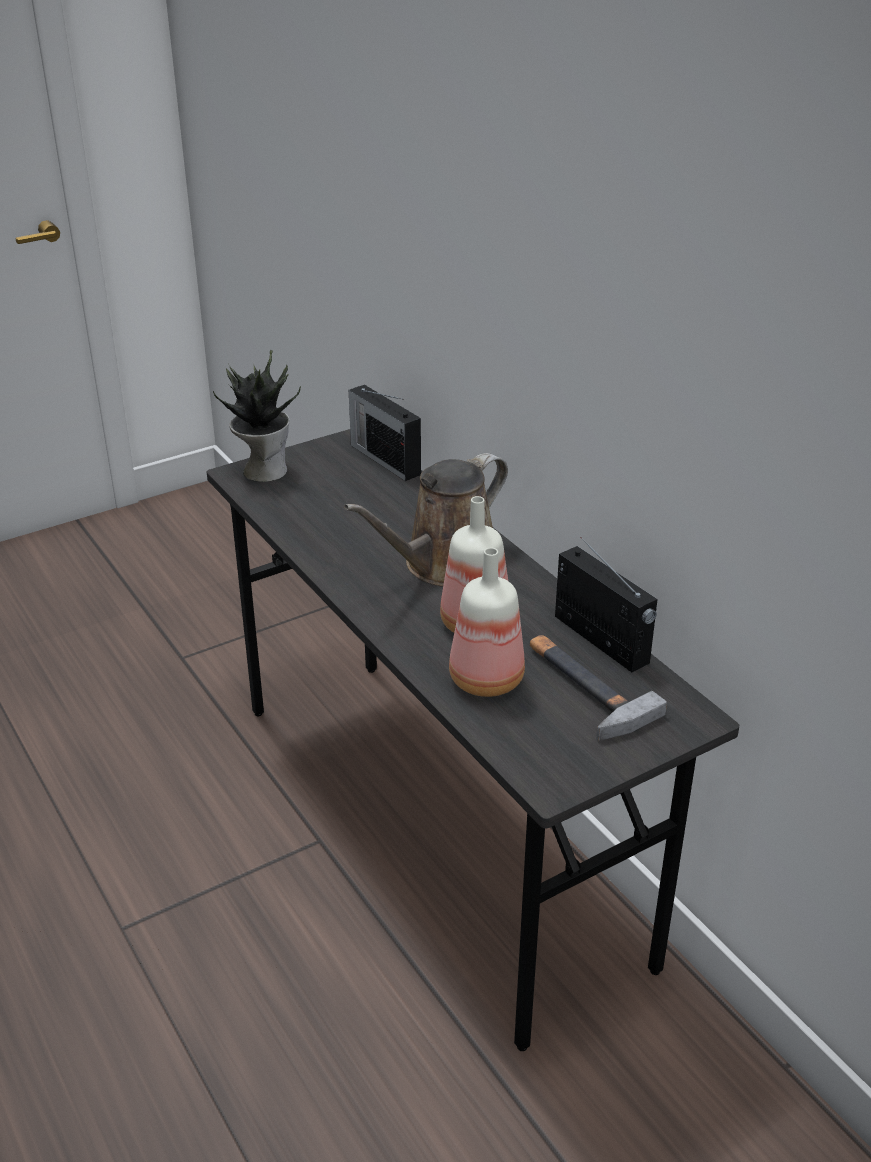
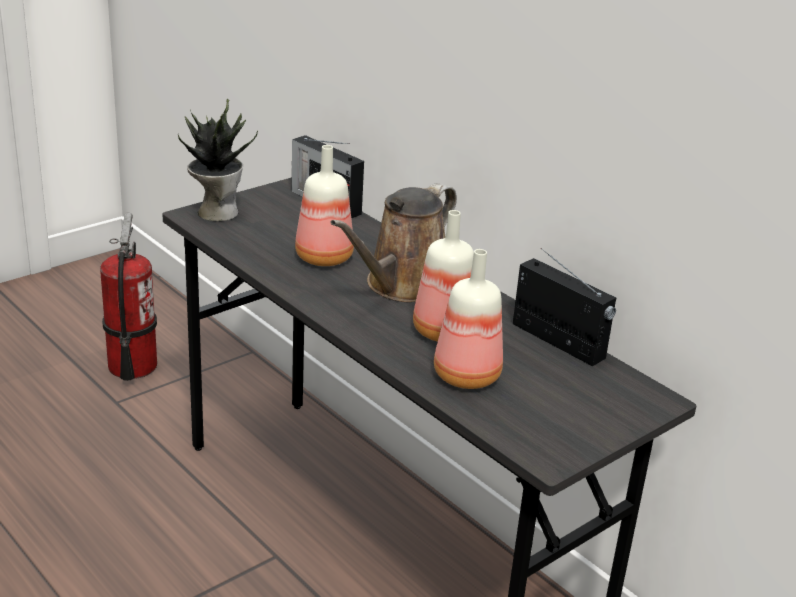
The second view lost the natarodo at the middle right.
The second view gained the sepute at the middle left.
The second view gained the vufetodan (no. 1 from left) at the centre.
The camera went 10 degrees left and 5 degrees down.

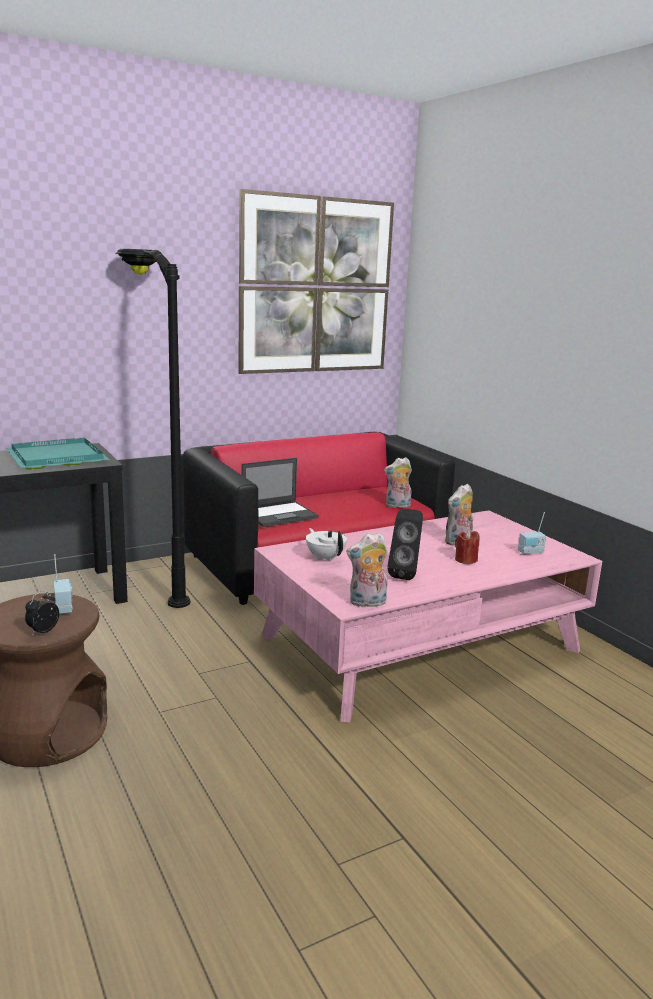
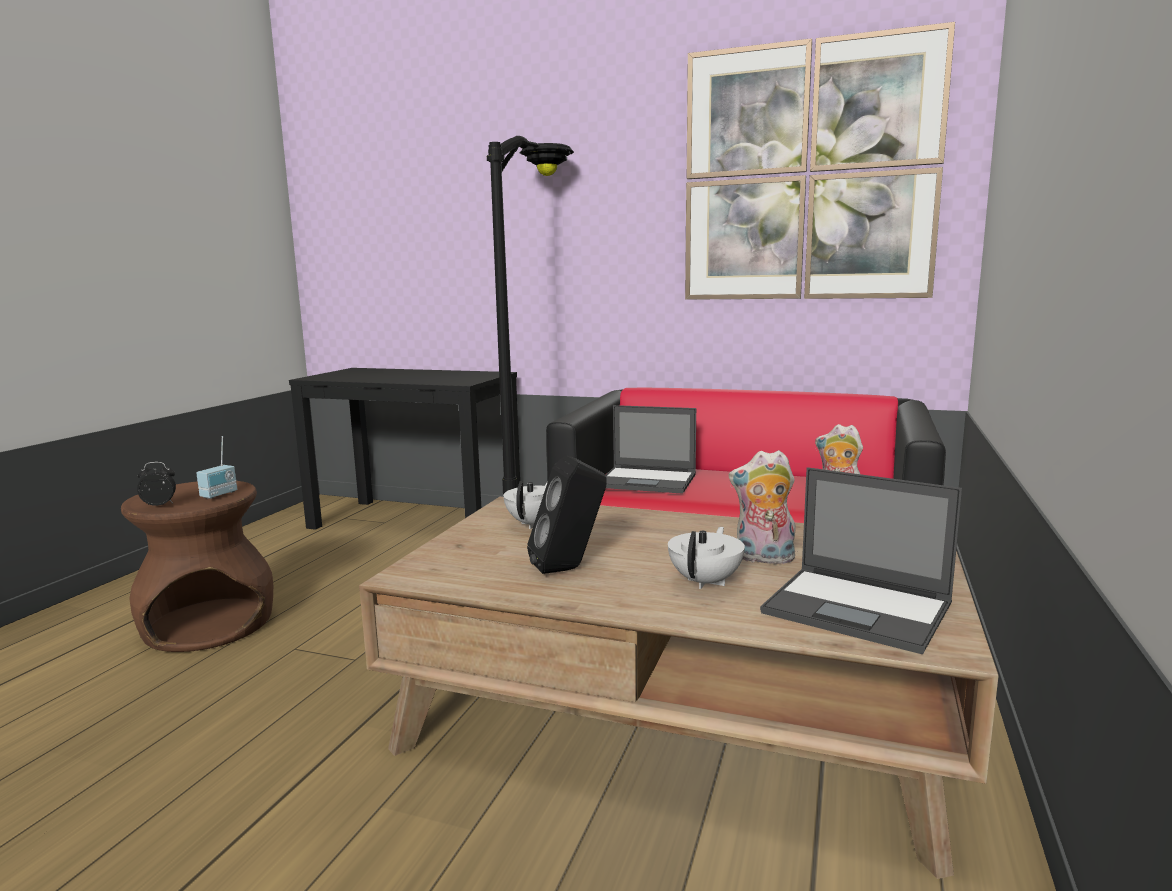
The second view lost the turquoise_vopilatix at the middle left.
The second view lost the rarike (no. 1 from left) at the centre.
Where the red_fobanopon stood at the middle right, the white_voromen (no. 2 from left) came to stand at the centre.
Where the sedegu (no. 2 from left) stood at the middle right, the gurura (no. 2 from left) came to stand at the middle right.
What was the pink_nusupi at the centre turned into the brown_nusupi at the bottom centre.
The camera went 50 degrees right and 5 degrees down.

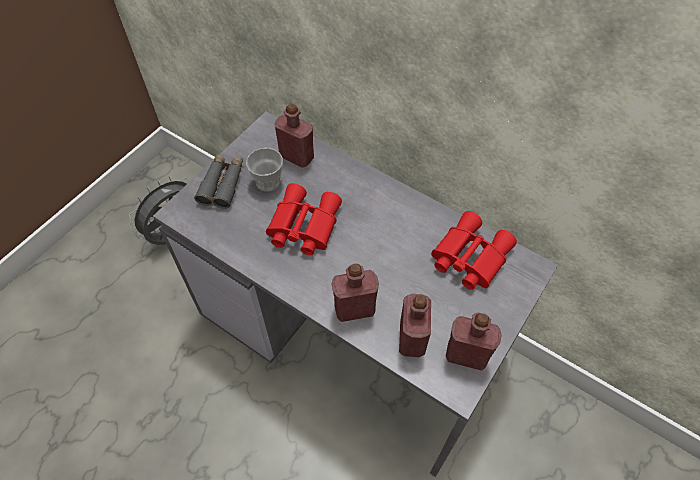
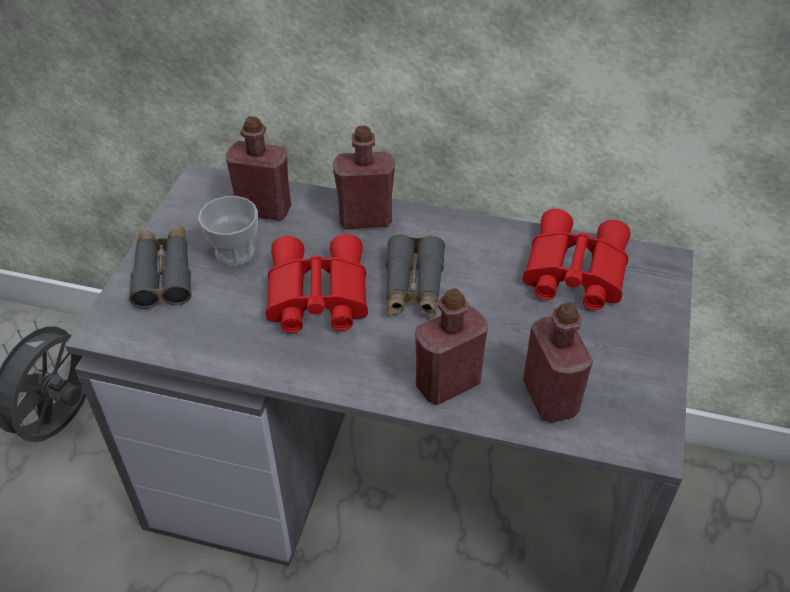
The second view gained the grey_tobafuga (no. 2 from left) at the centre.
The red_vufetodan (no. 4 from left in the first image) ended up elsewhere, having gone from the bottom right to the top centre.
The camera went 20 degrees left and 10 degrees down.

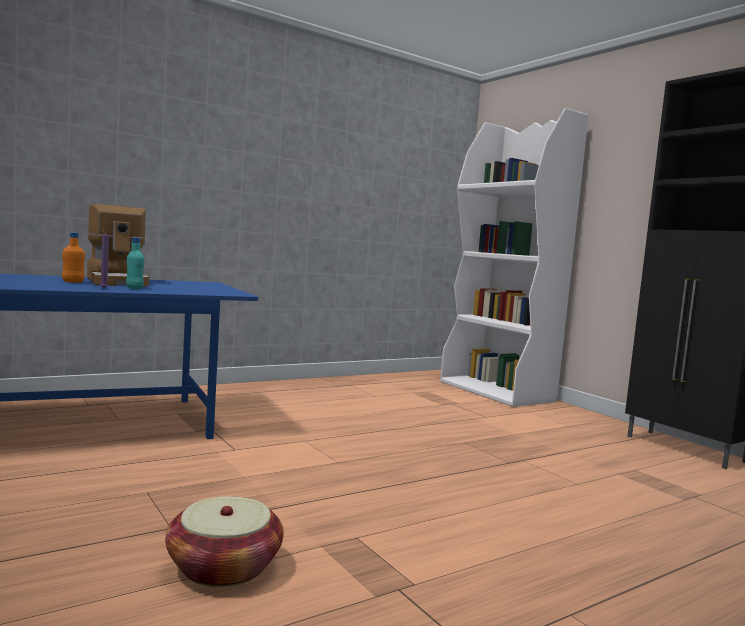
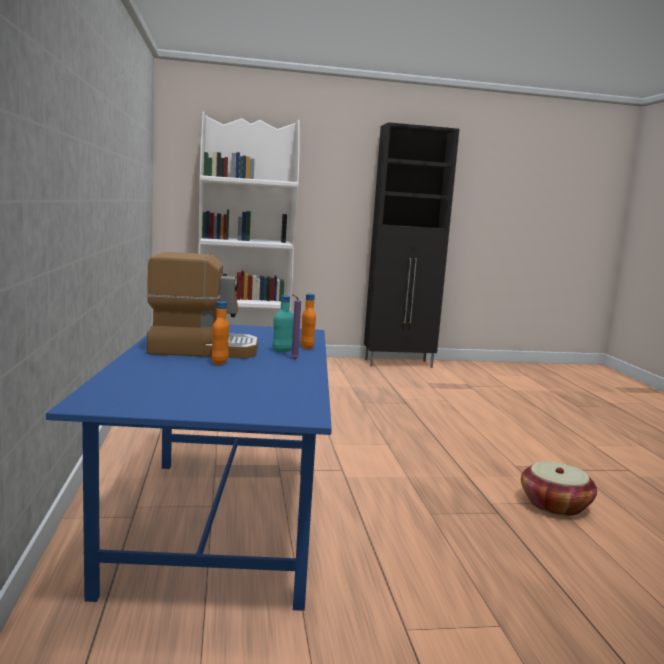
The second view gained the orange_vufetodan (no. 2 from left) at the centre.
The camera went 65 degrees left and 5 degrees up.

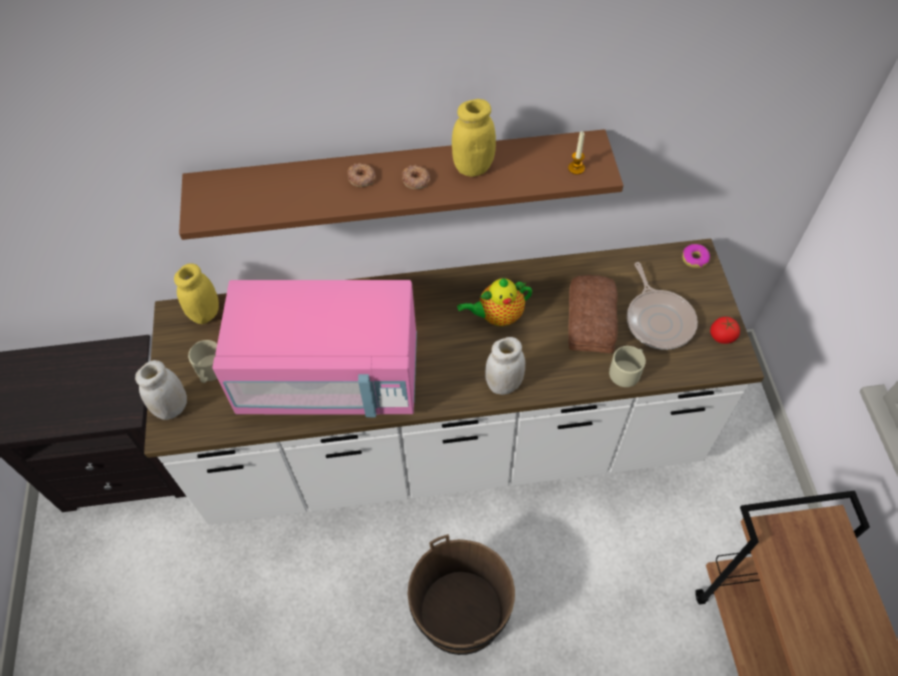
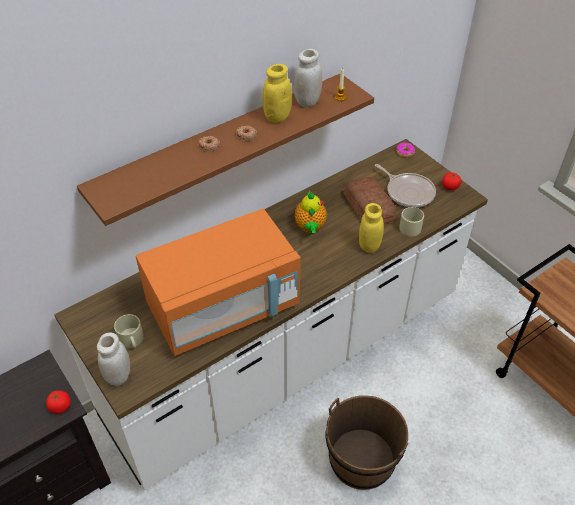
The second view gained the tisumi (no. 1 from left) at the bottom left.
The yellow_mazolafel (no. 1 from left in the first image) ended up elsewhere, having gone from the middle left to the centre.
The white_mazolafel (no. 2 from left) ended up elsewhere, having gone from the centre to the top centre.
What was the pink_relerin at the centre turned into the orange_relerin at the centre.
The voromen at the centre ended up facing another way, 45 degrees counterclockwise from before.
The camera went 30 degrees left and 10 degrees down.

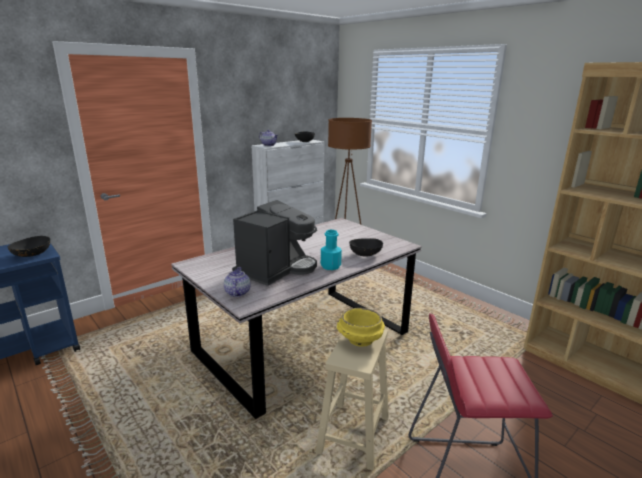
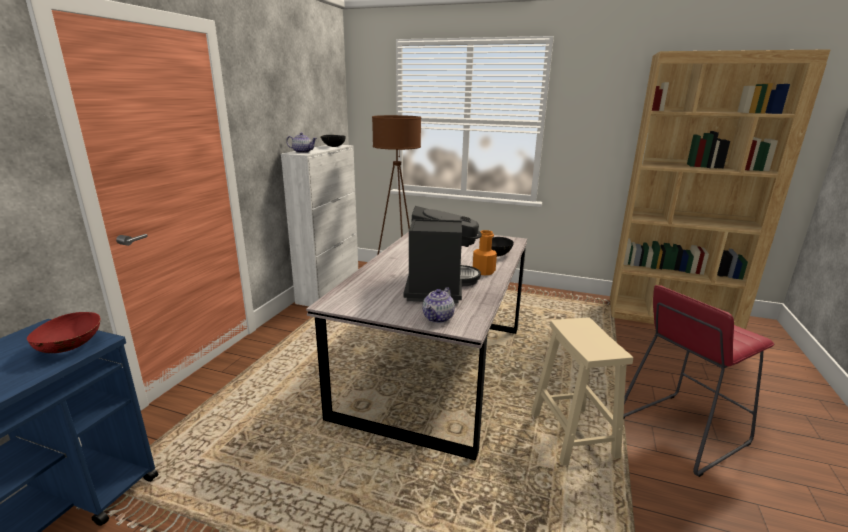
The second view lost the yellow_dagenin at the bottom centre.
What was the black_dagenin (no. 1 from left) at the middle left turned into the red_dagenin at the middle left.
What was the turquoise_vufetodan at the centre turned into the orange_vufetodan at the centre.
The voromen (no. 1 from left in the first image) at the centre ended up facing another way, 120 degrees counterclockwise from before.
The camera went 30 degrees left and 0 degrees up.

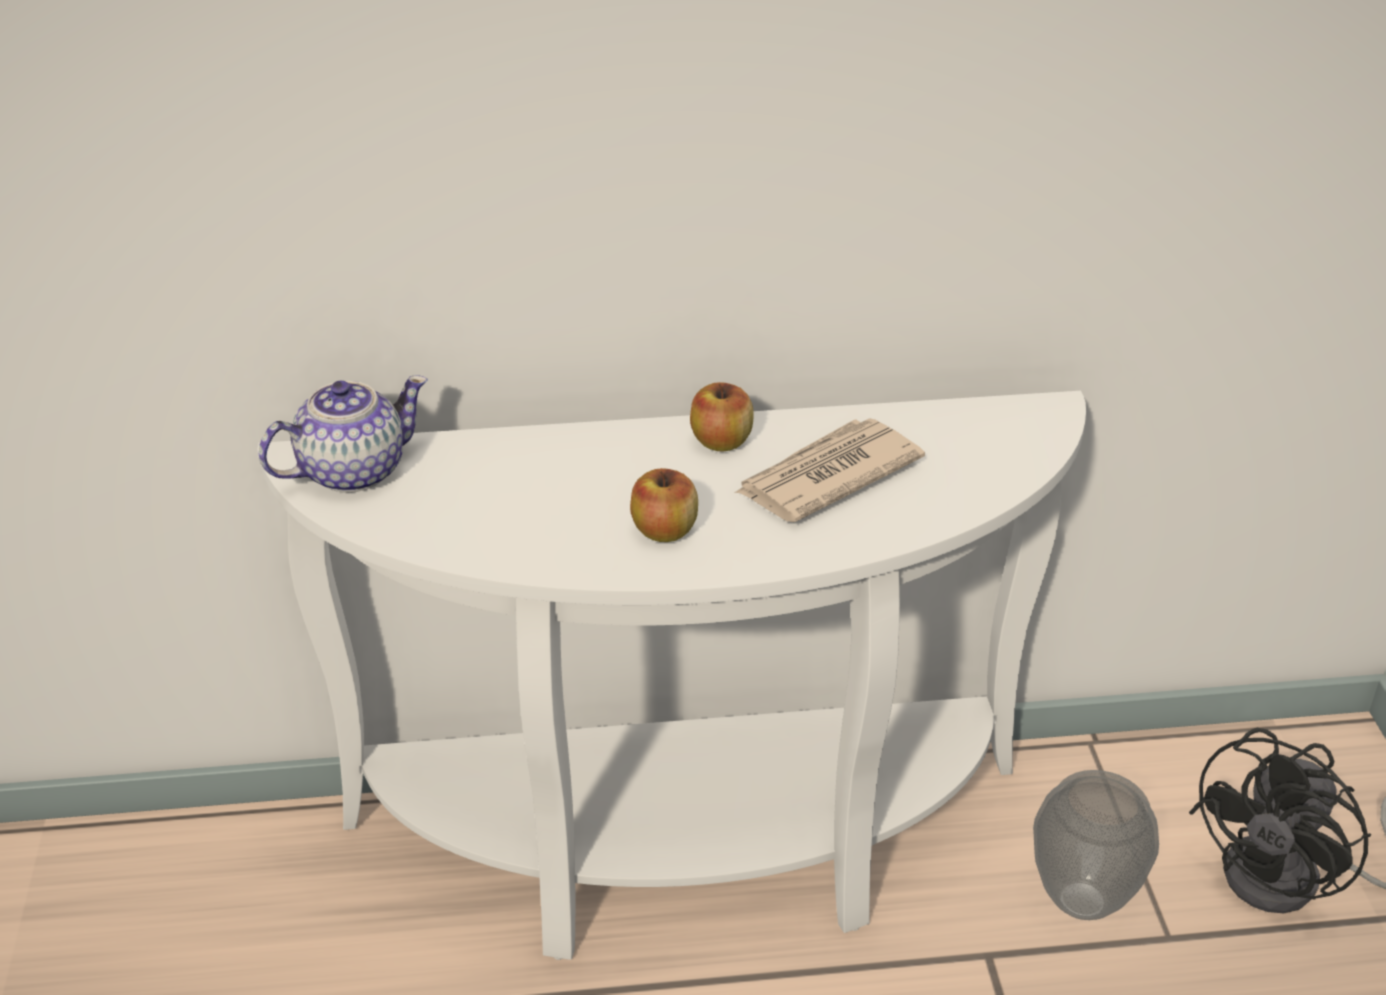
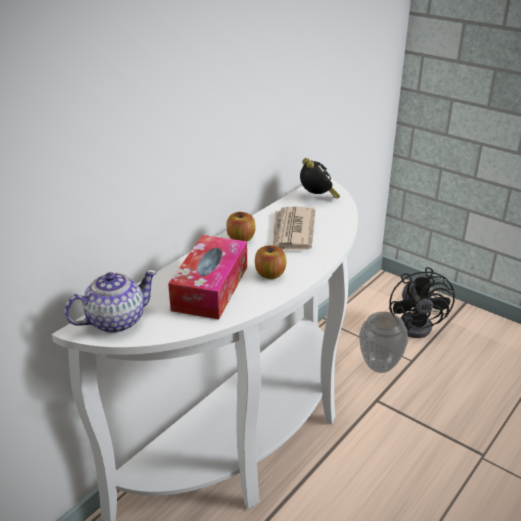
The second view gained the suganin at the centre.
The second view gained the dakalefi at the centre.
The voromen at the middle left ended up facing another way, 45 degrees clockwise from before.
The camera went 45 degrees left and 5 degrees down.

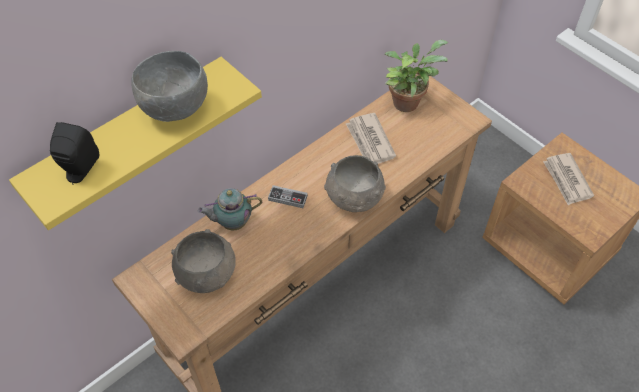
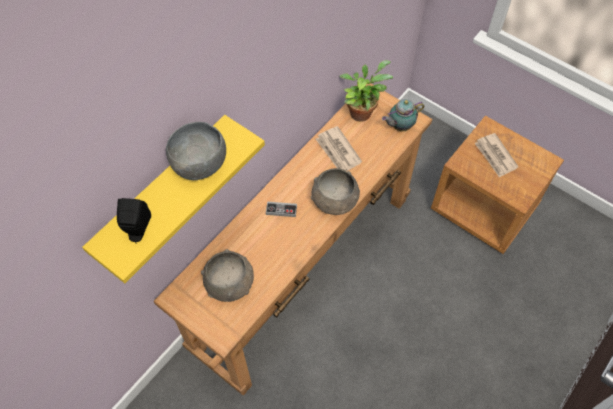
The voromen ended up elsewhere, having gone from the centre to the top centre.
The camera went 10 degrees left and 5 degrees up.

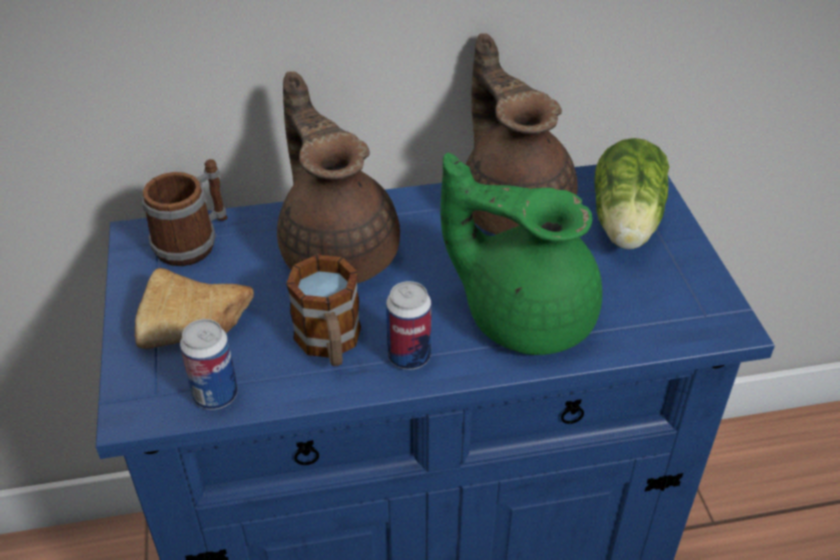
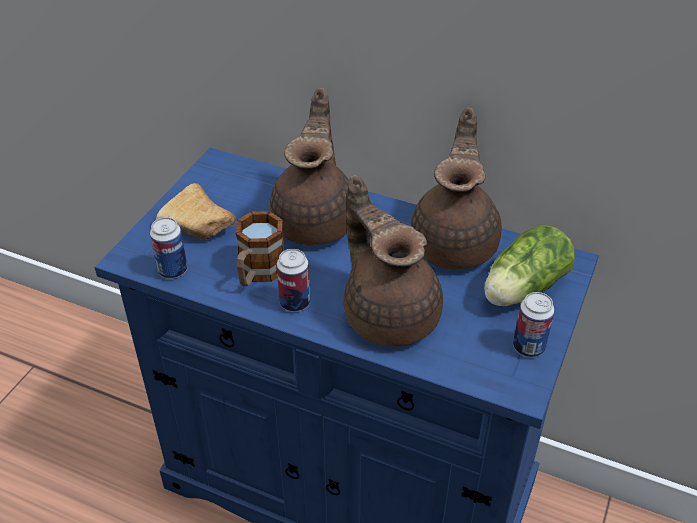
The second view lost the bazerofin (no. 1 from left) at the middle left.
The second view gained the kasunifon (no. 3 from left) at the middle right.
What was the green_voromen at the centre turned into the brown_voromen (no. 2 from left) at the centre.
The camera went 35 degrees right and 0 degrees up.

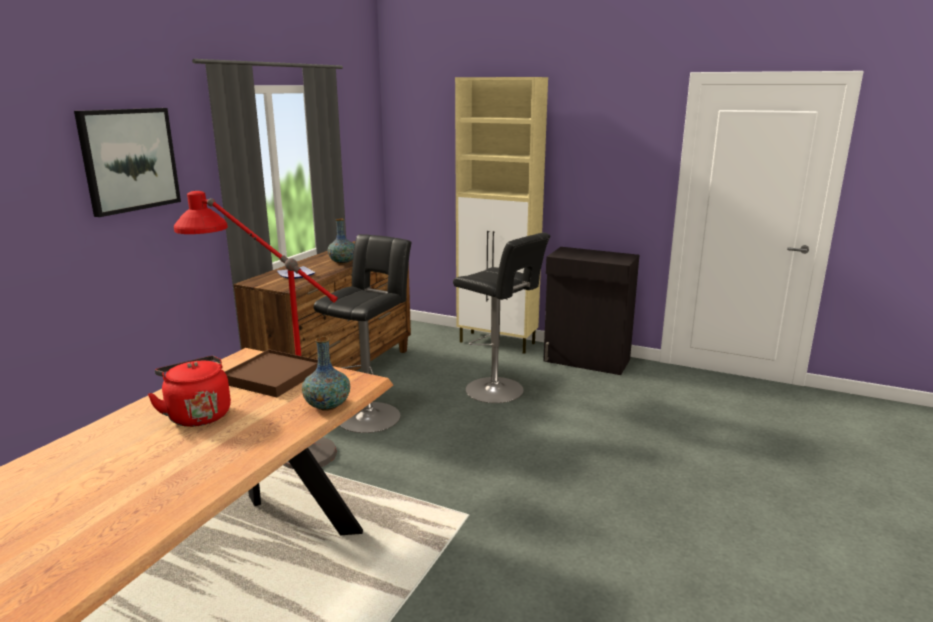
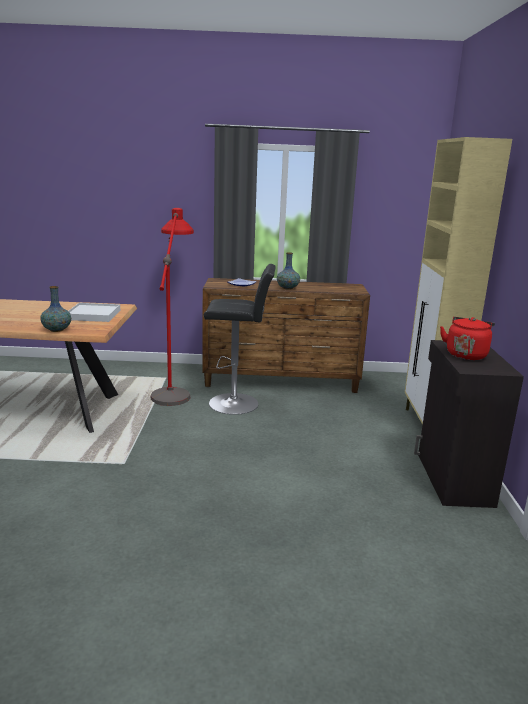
The second view lost the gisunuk at the top left.
The second view lost the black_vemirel (no. 2 from left) at the centre.
The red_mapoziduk ended up elsewhere, having gone from the middle left to the middle right.
What was the brown_vopilatix at the middle left turned into the white_vopilatix at the middle left.
The camera went 65 degrees right and 0 degrees up.

